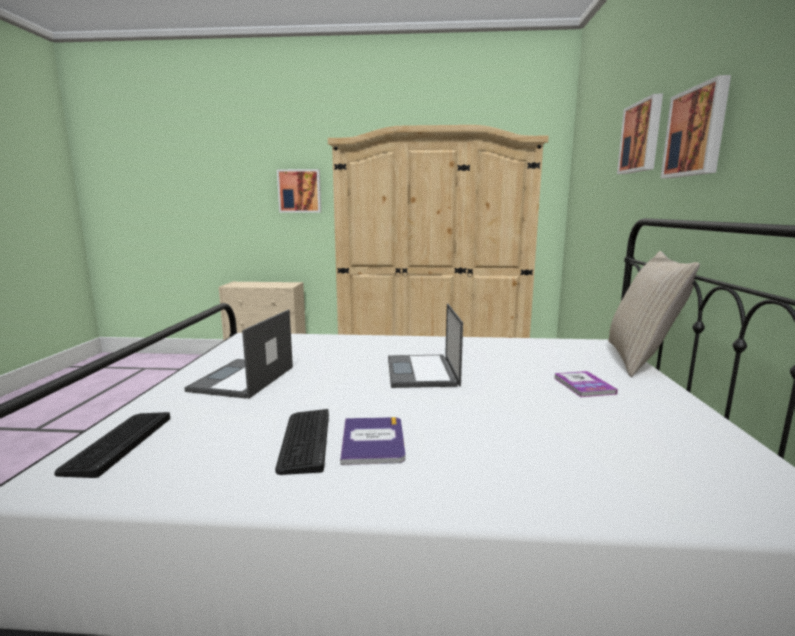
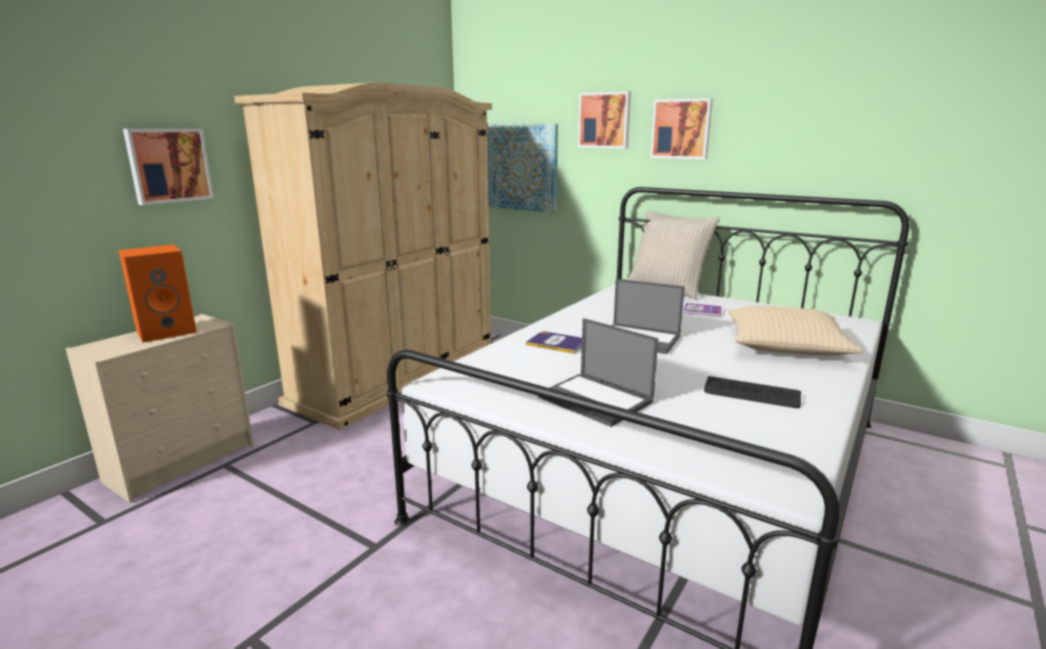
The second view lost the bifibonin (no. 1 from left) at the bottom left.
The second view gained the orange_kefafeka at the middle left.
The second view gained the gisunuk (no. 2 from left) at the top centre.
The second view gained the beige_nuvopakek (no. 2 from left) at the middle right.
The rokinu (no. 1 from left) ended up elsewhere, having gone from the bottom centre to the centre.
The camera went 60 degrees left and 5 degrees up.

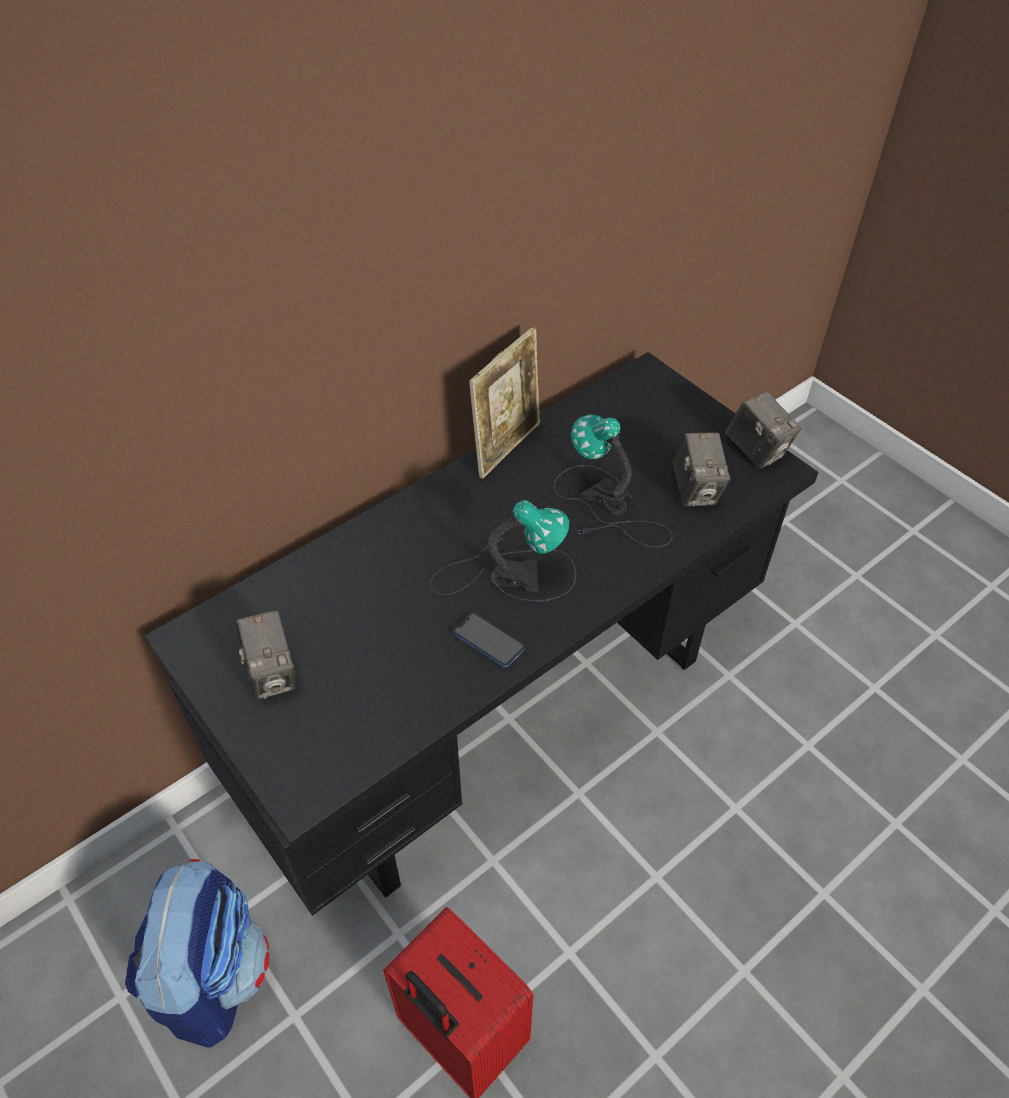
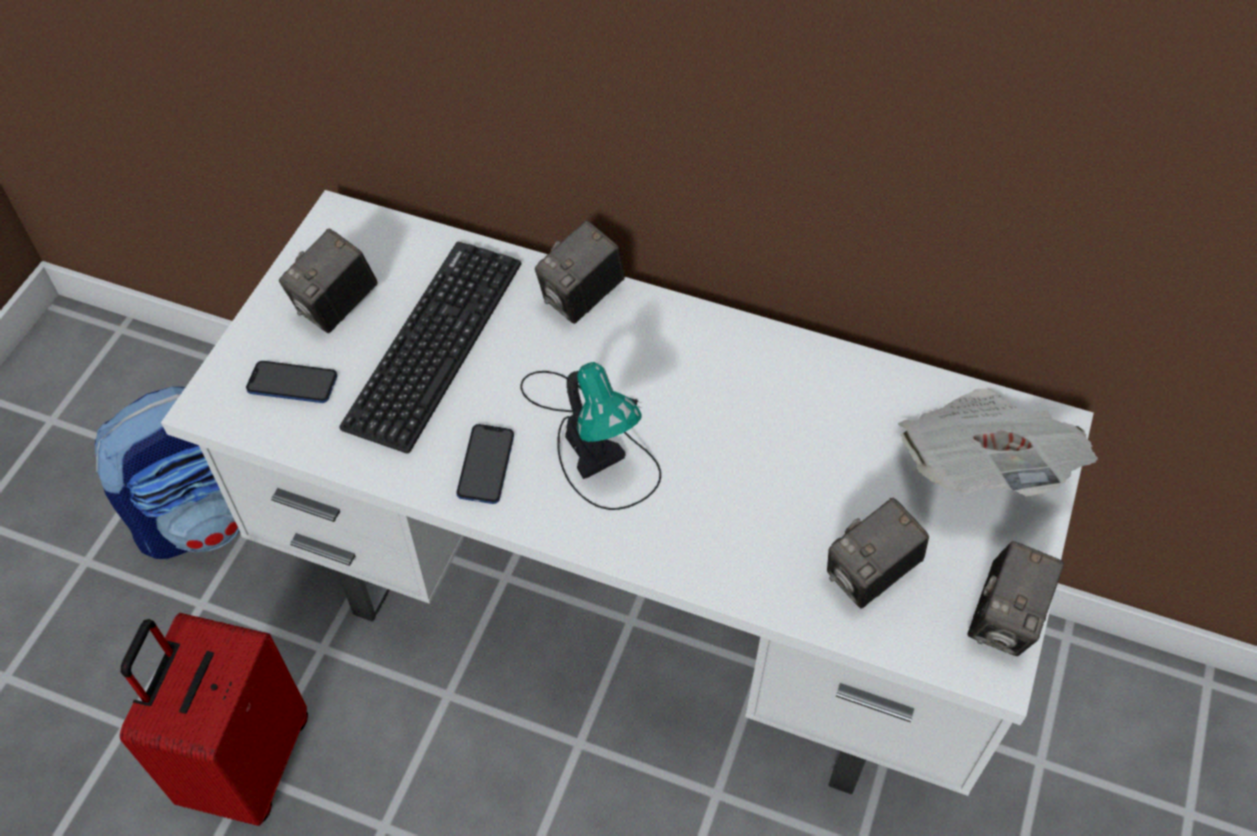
The second view lost the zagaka at the centre.
The second view lost the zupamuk (no. 2 from left) at the centre.
The second view gained the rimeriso (no. 1 from left) at the middle left.
The second view gained the bifibonin at the centre.
The second view gained the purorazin (no. 2 from left) at the top centre.
The second view gained the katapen at the middle right.
What was the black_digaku at the centre turned into the white_digaku at the centre.
The camera went 60 degrees right and 5 degrees up.

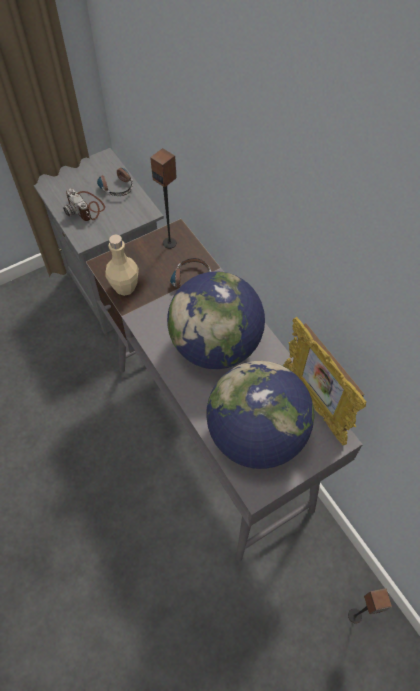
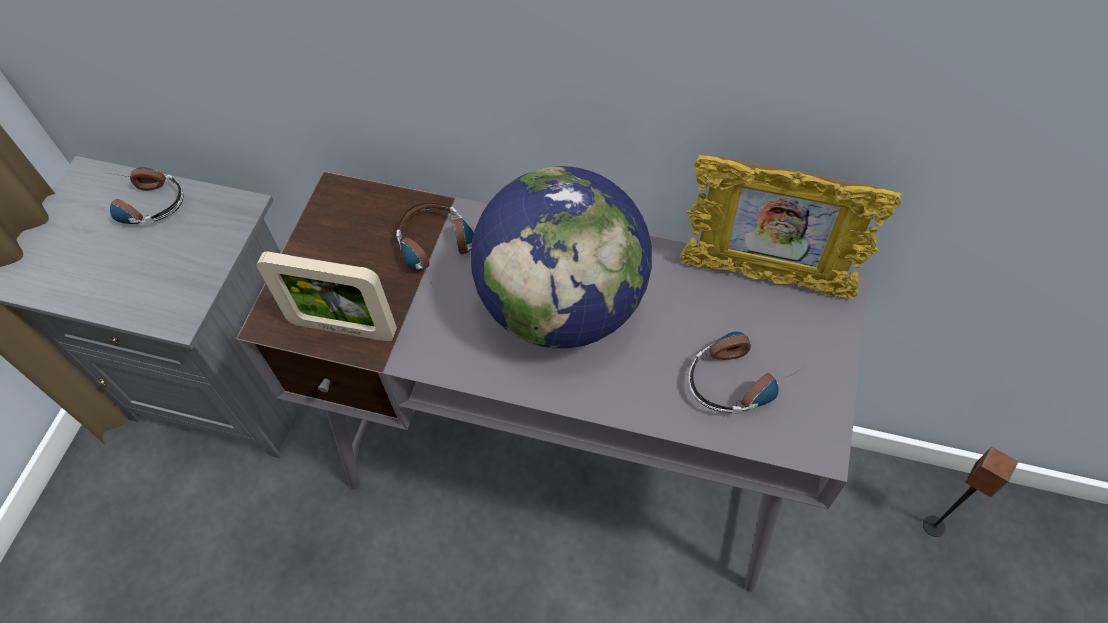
The second view lost the purorazin at the top left.
The second view lost the kefafeka (no. 1 from left) at the top centre.
Where the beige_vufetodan stood at the middle left, the zagaka (no. 1 from left) came to stand at the middle left.
Where the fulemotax (no. 2 from left) stood at the centre, the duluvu (no. 3 from left) came to stand at the middle right.
The camera went 40 degrees left and 0 degrees up.

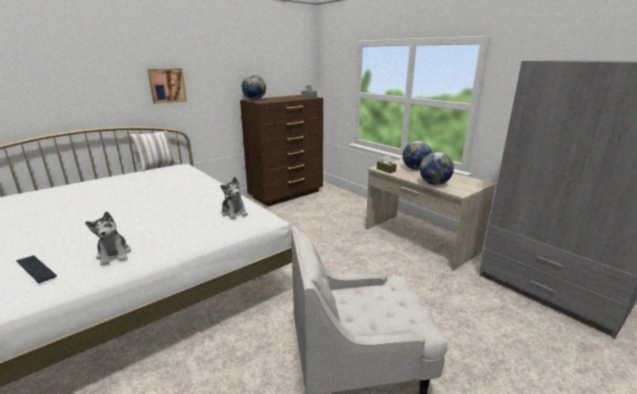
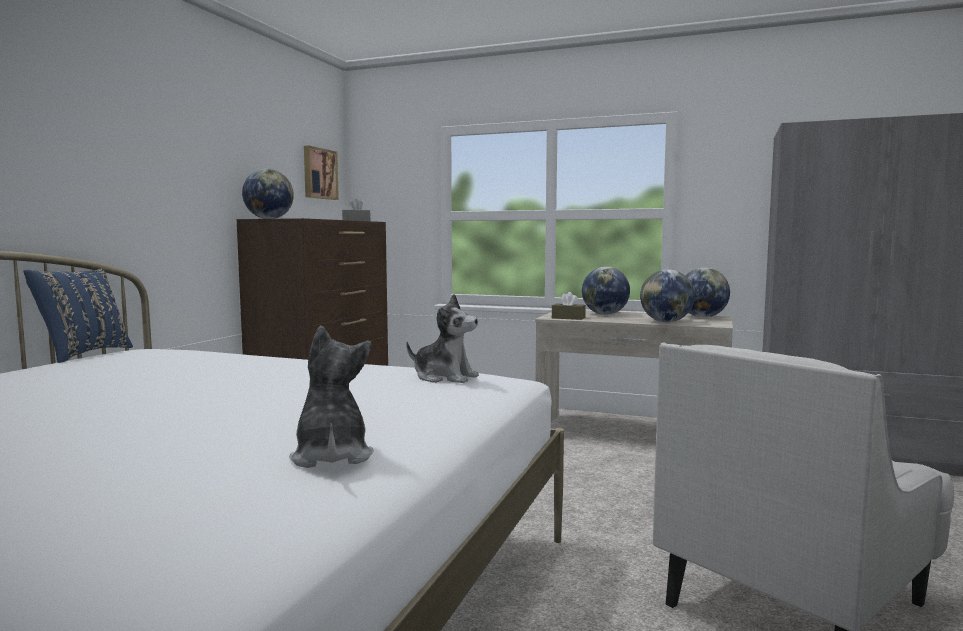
The second view lost the bifibonin at the bottom left.
The second view gained the fulemotax (no. 4 from left) at the middle right.
The gisunuk ended up elsewhere, having gone from the top left to the top centre.
What was the white_nuvopakek at the middle left turned into the blue_nuvopakek at the middle left.
The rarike (no. 1 from left) at the middle left ended up facing another way, 135 degrees counterclockwise from before.
The camera went 30 degrees left and 15 degrees down.

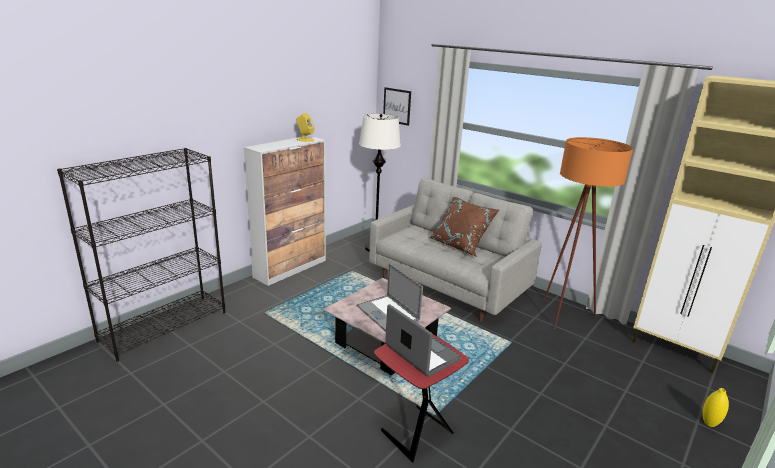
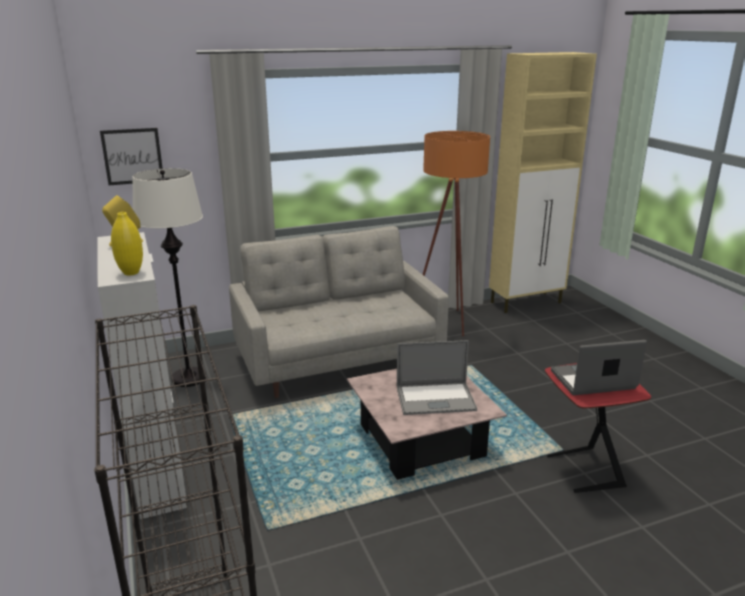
The second view lost the brown_nuvopakek at the centre.
The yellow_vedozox ended up elsewhere, having gone from the bottom right to the middle left.
The camera went 60 degrees left and 0 degrees up.

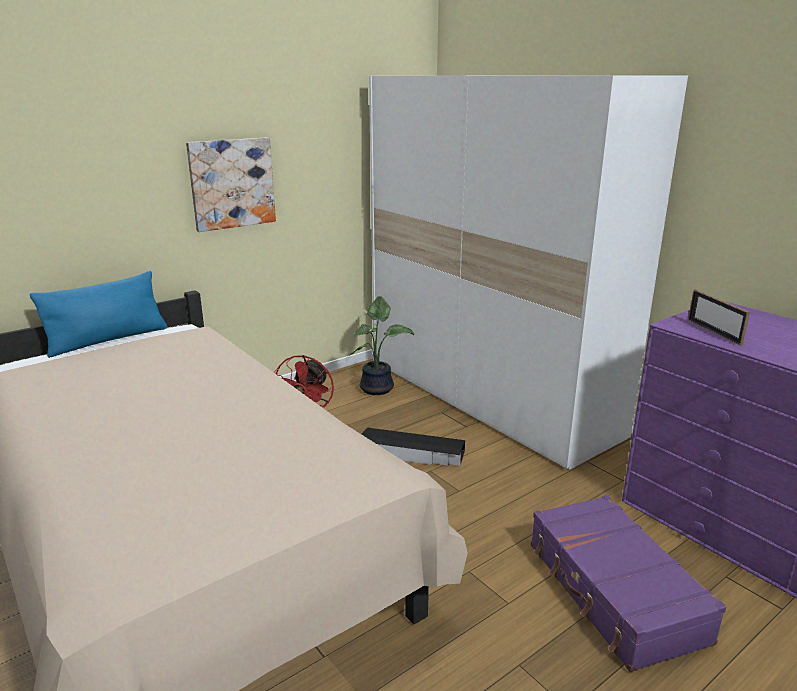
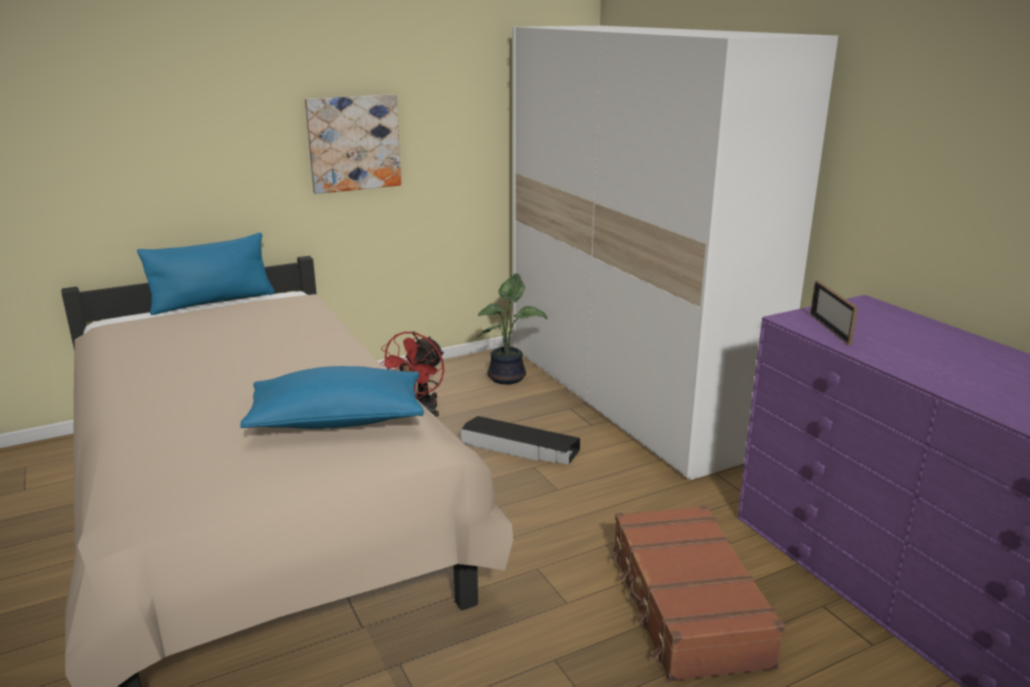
The second view gained the blue_nuvopakek (no. 2 from left) at the middle left.
What was the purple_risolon at the bottom right turned into the brown_risolon at the bottom right.
The camera went 10 degrees right and 0 degrees up.

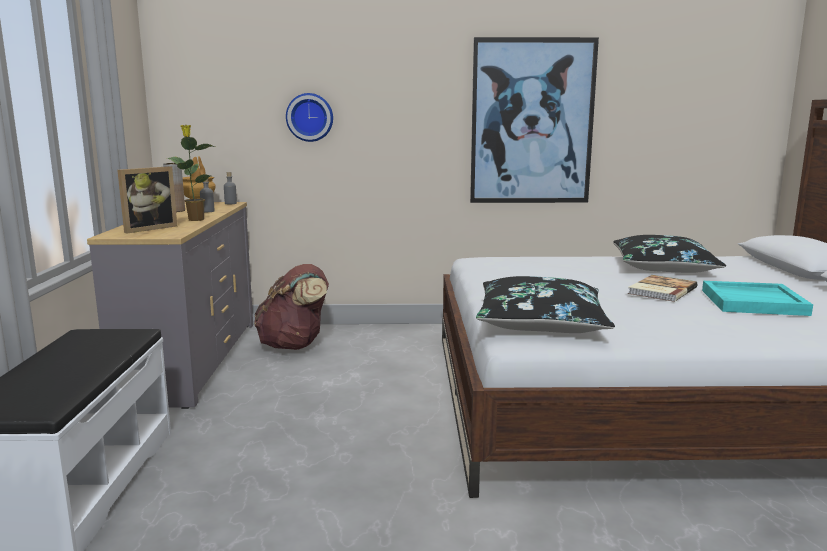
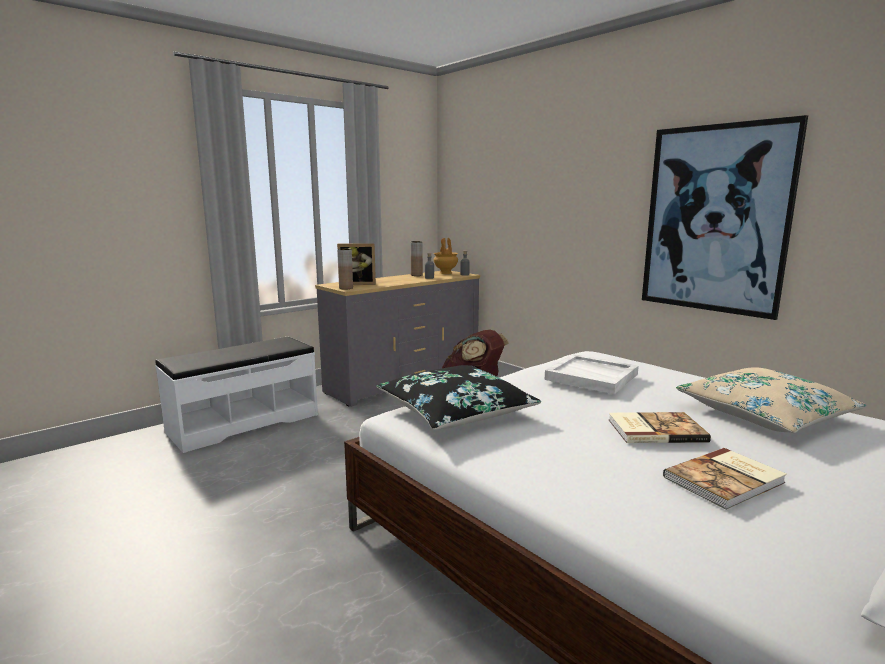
The second view lost the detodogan at the top left.
The second view lost the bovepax at the top centre.
The second view gained the brown_vedozox (no. 1 from left) at the centre.
The second view gained the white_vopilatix at the middle right.
Where the turquoise_vopilatix stood at the middle right, the rokinu (no. 2 from left) came to stand at the bottom right.
What was the black_nuvopakek (no. 2 from left) at the middle right turned into the beige_nuvopakek at the middle right.
The camera went 50 degrees right and 0 degrees up.

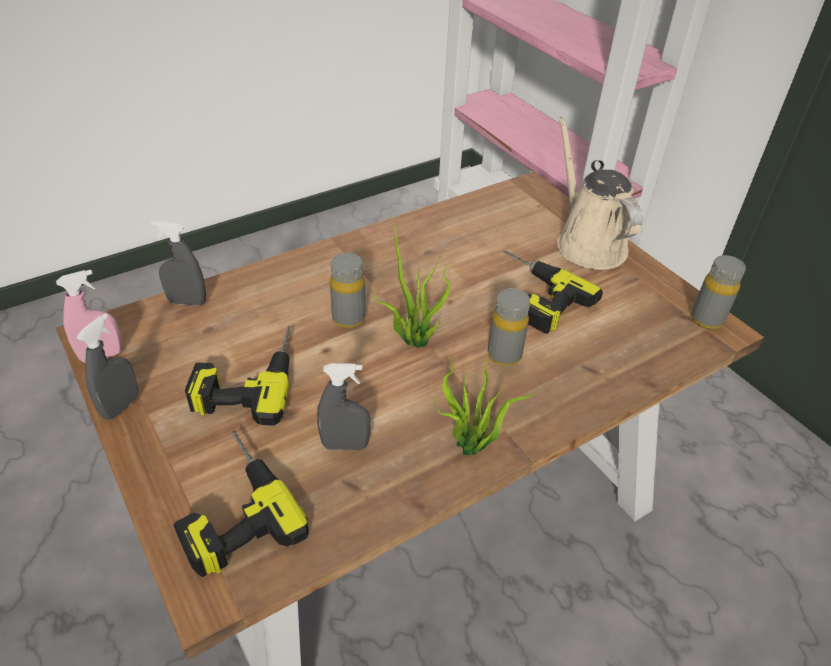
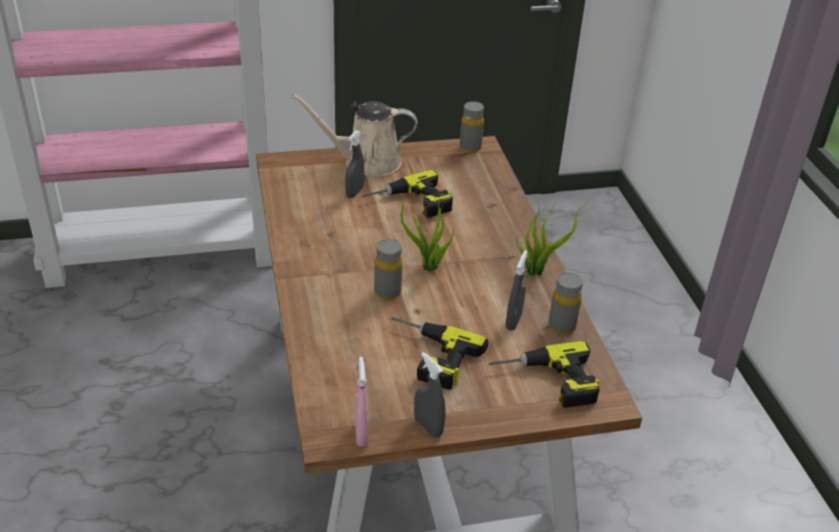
The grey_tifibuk (no. 2 from left in the first image) ended up elsewhere, having gone from the middle left to the top centre.
The grey_vufetodan (no. 2 from left in the first image) ended up elsewhere, having gone from the centre to the middle right.
The camera went 70 degrees left and 5 degrees down.

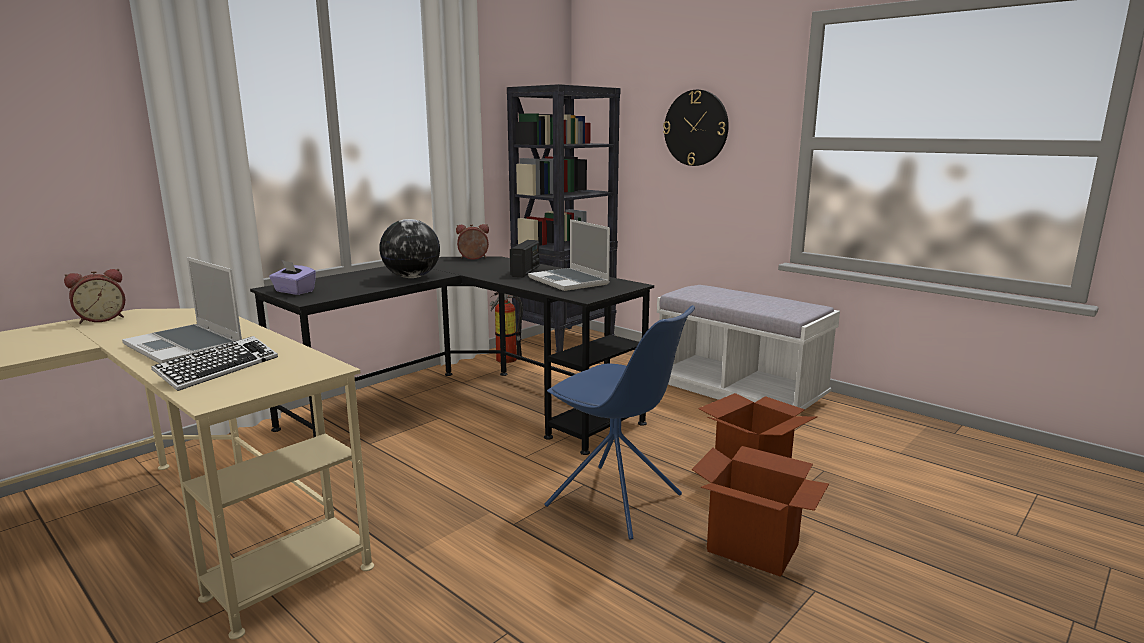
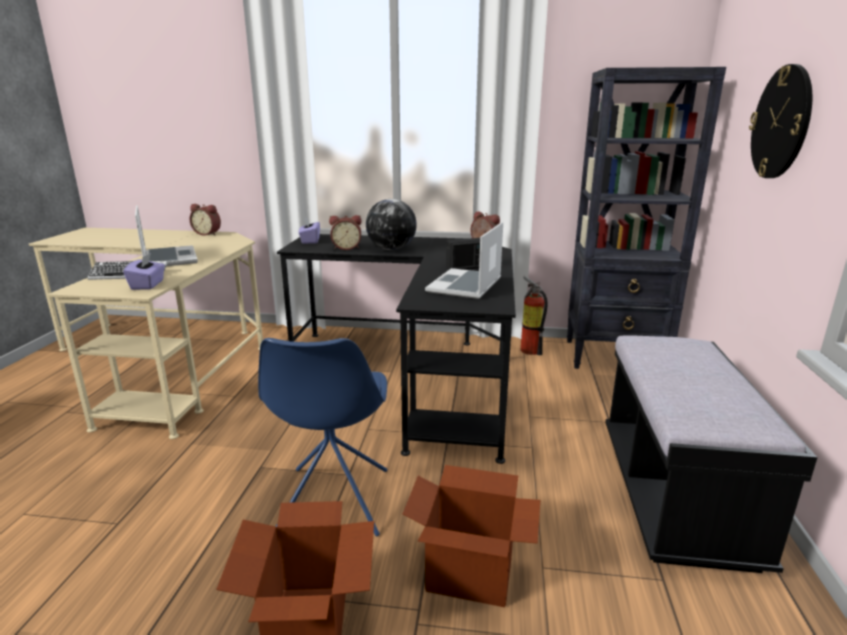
The second view gained the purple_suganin (no. 1 from left) at the middle left.
The second view gained the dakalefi (no. 2 from left) at the centre.
What was the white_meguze at the centre turned into the black_meguze at the bottom right.
The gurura (no. 1 from left) at the middle left ended up facing another way, 150 degrees clockwise from before.
The camera went 55 degrees right and 5 degrees up.

